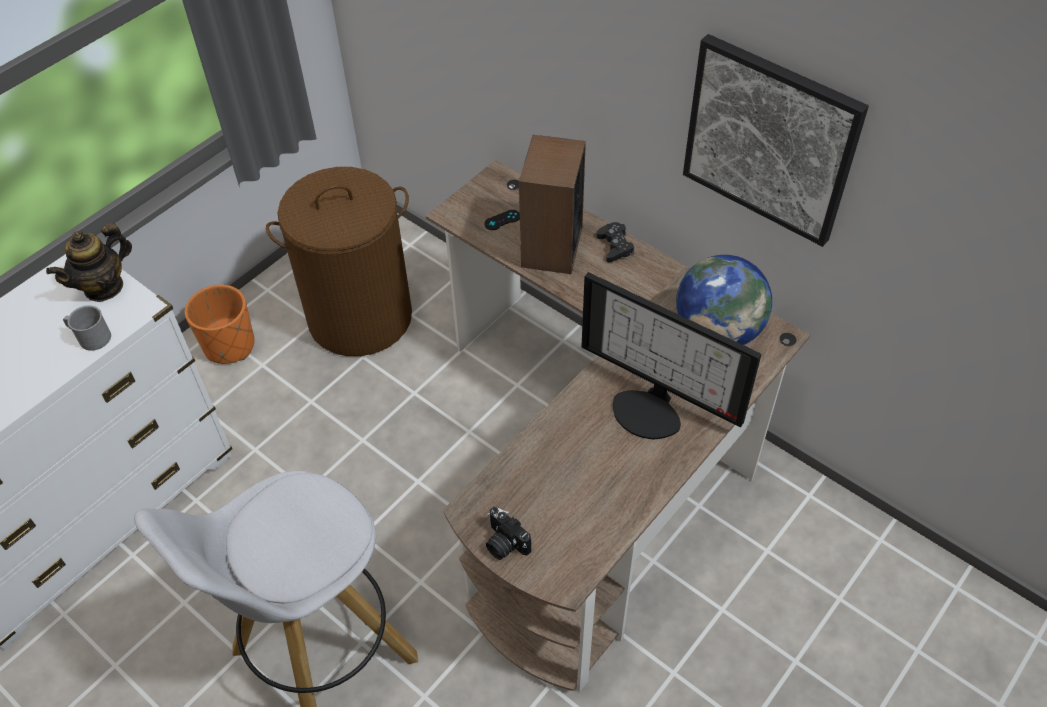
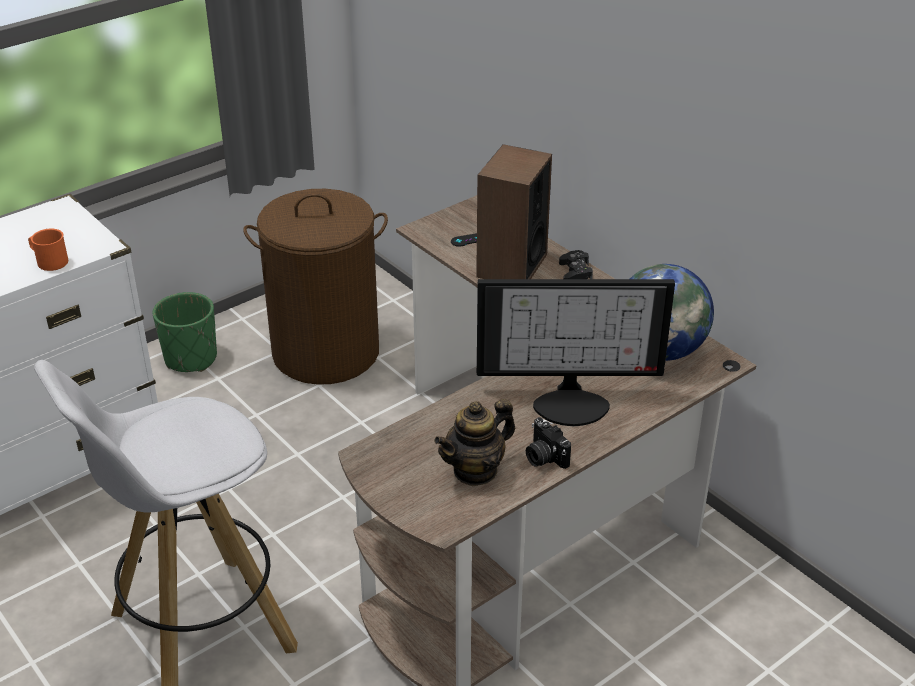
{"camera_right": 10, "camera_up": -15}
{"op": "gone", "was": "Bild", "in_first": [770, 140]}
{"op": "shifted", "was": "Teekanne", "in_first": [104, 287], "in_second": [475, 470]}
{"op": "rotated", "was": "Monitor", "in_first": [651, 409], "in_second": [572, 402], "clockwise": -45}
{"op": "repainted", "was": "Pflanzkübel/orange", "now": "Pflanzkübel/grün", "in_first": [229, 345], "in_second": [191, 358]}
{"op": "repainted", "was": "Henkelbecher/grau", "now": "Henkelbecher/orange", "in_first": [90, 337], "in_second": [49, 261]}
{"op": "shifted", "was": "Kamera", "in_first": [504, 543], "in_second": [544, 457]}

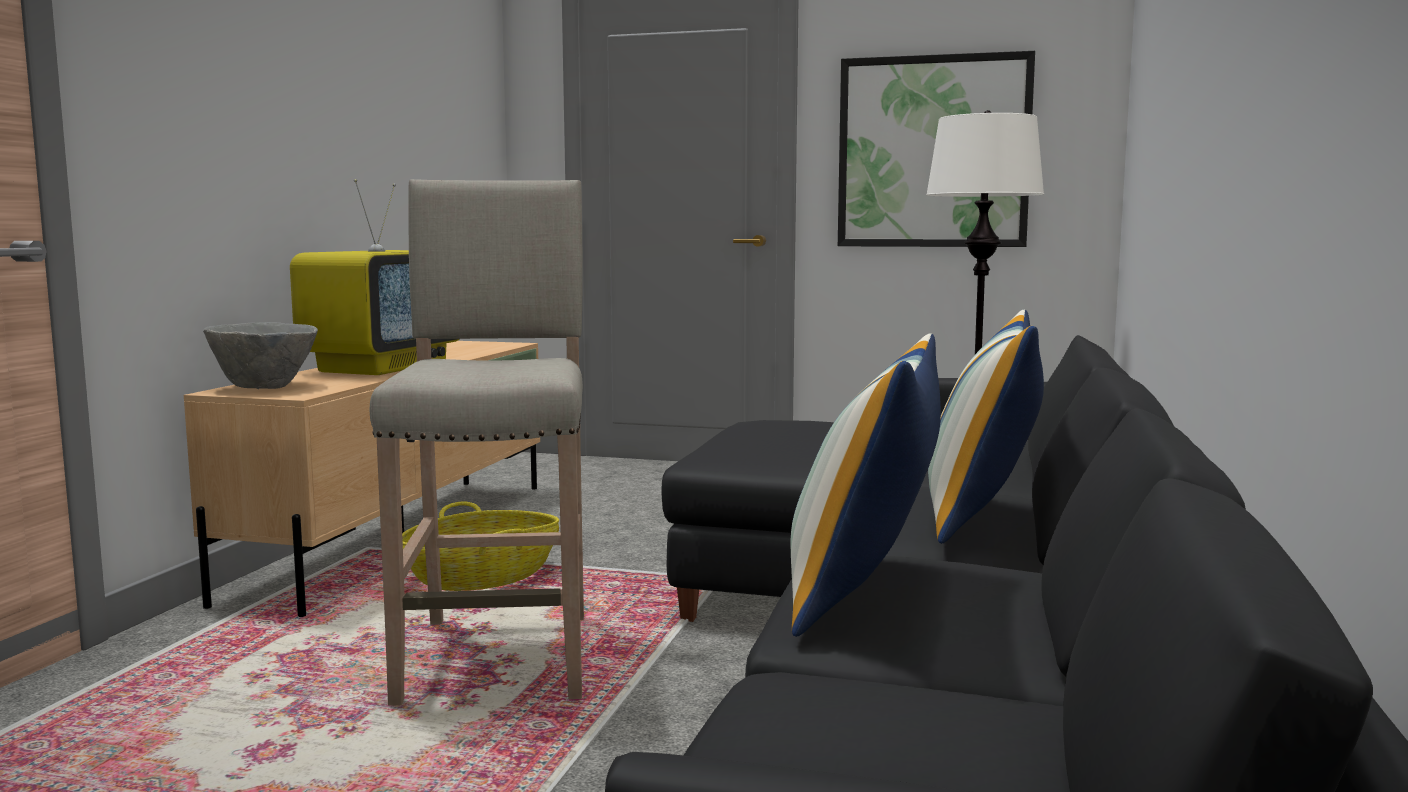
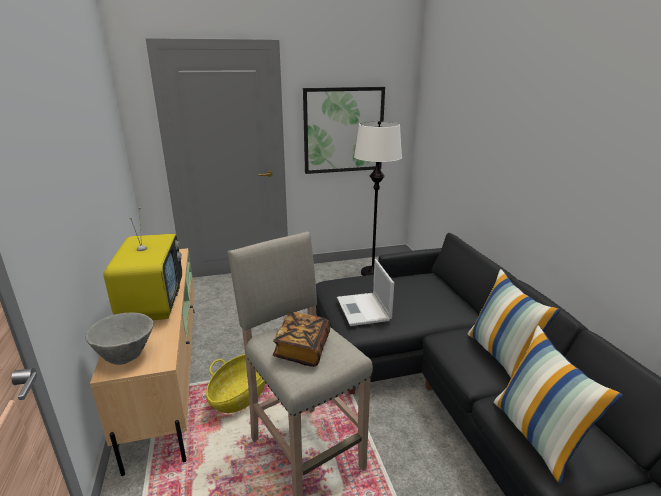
{"camera_right": -30, "camera_up": 15}
{"op": "new", "now": "Laptop", "in_second": [363, 310]}
{"op": "new", "now": "Buch", "in_second": [302, 349]}

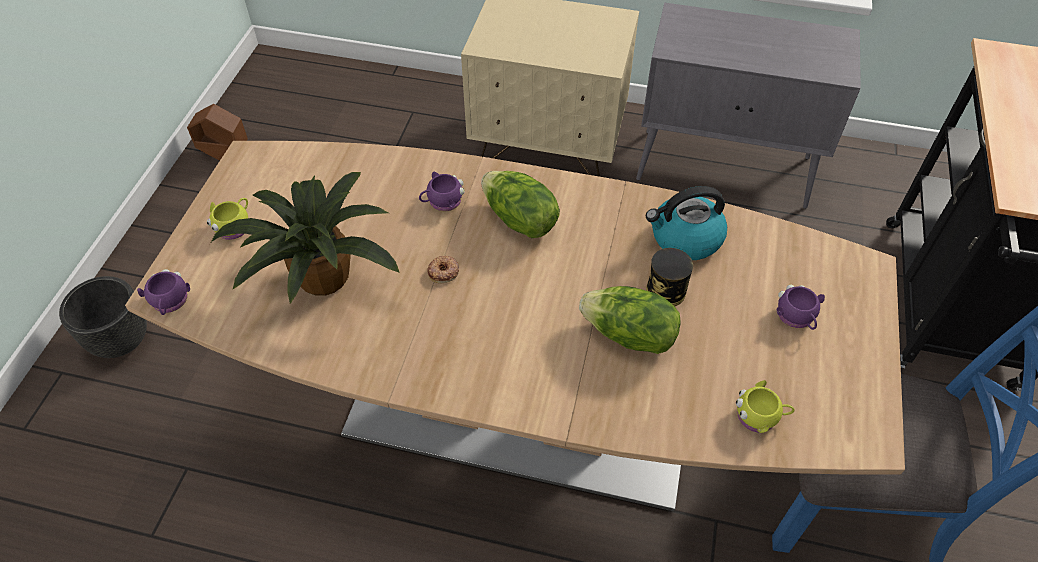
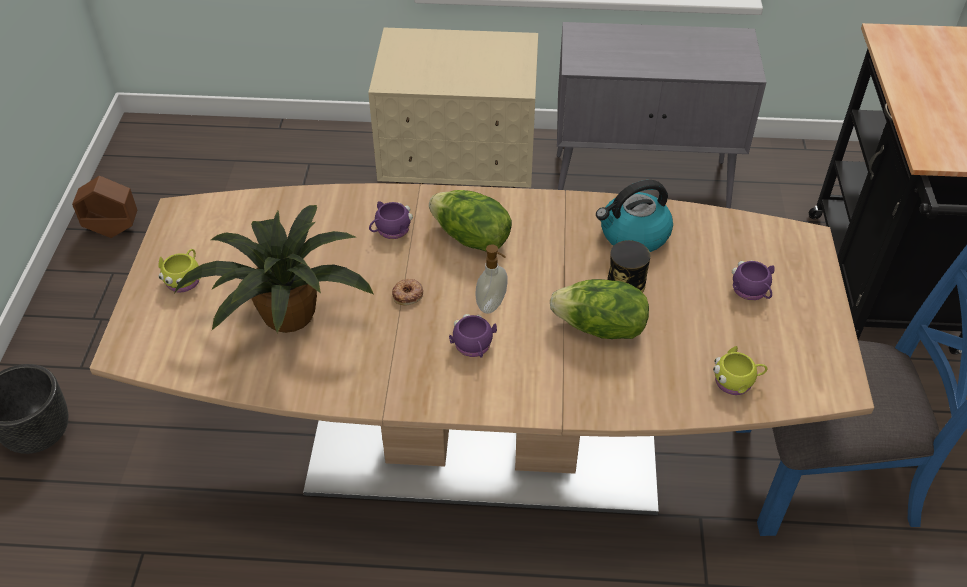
{"camera_right": -10, "camera_up": -5}
{"op": "shifted", "was": "Henkelbecher/lila", "in_first": [170, 302], "in_second": [473, 347]}
{"op": "new", "now": "Seifenspender", "in_second": [492, 305]}

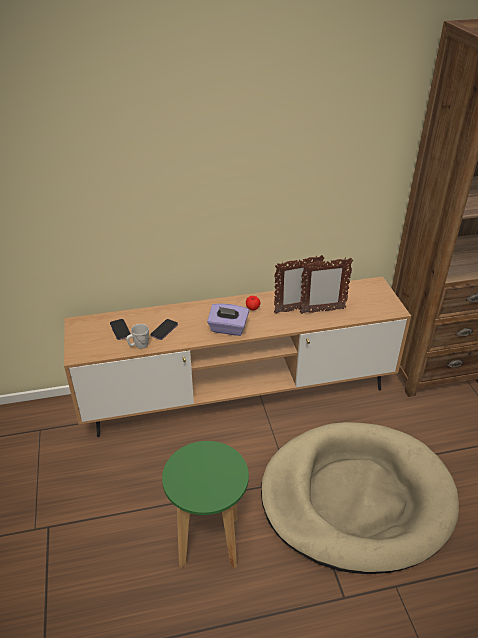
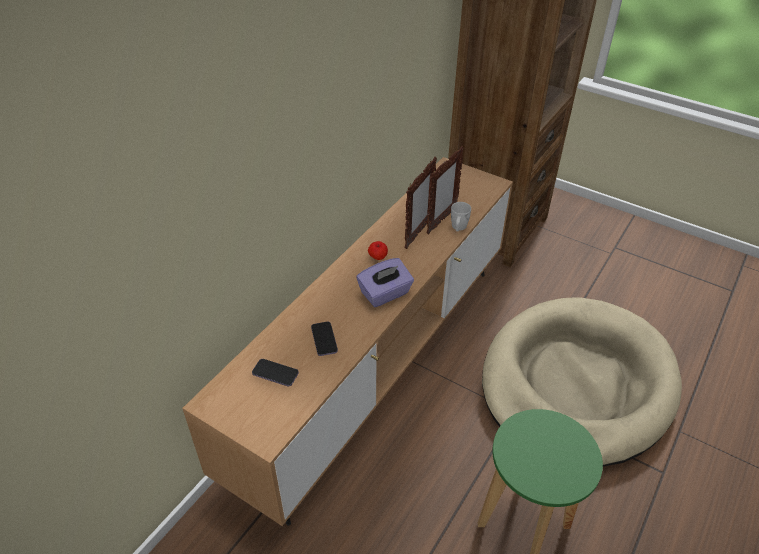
{"camera_right": -45, "camera_up": 5}
{"op": "shifted", "was": "Henkelbecher/weiß", "in_first": [139, 345], "in_second": [458, 228]}

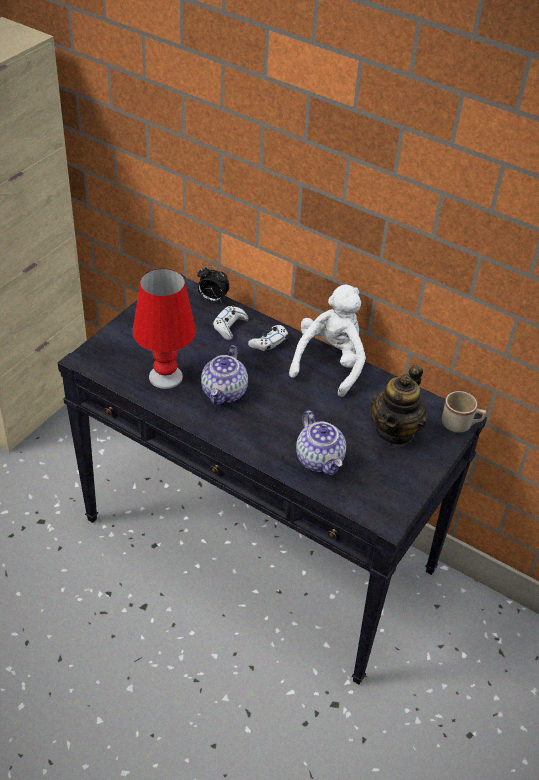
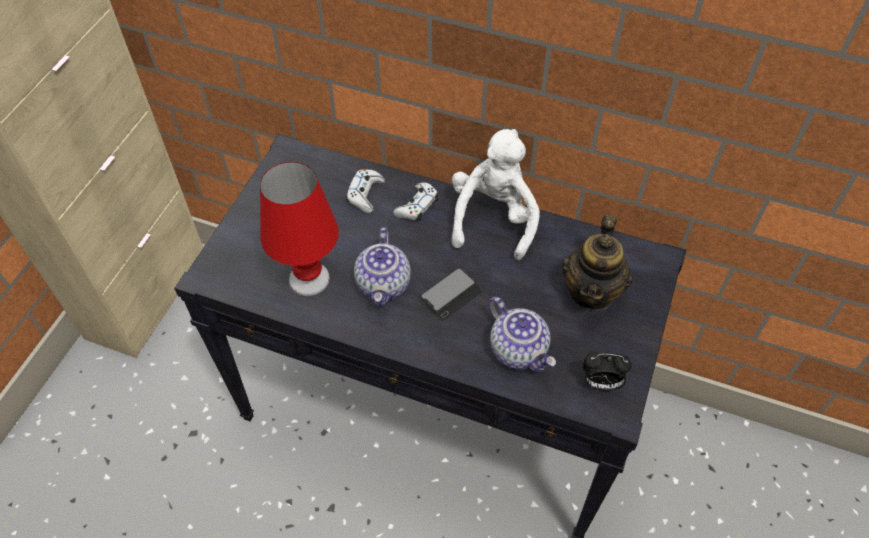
{"camera_right": -10, "camera_up": 10}
{"op": "shifted", "was": "Wecker", "in_first": [212, 299], "in_second": [601, 383]}
{"op": "gone", "was": "Henkelbecher/beige", "in_first": [460, 424]}
{"op": "new", "now": "Handy", "in_second": [451, 295]}

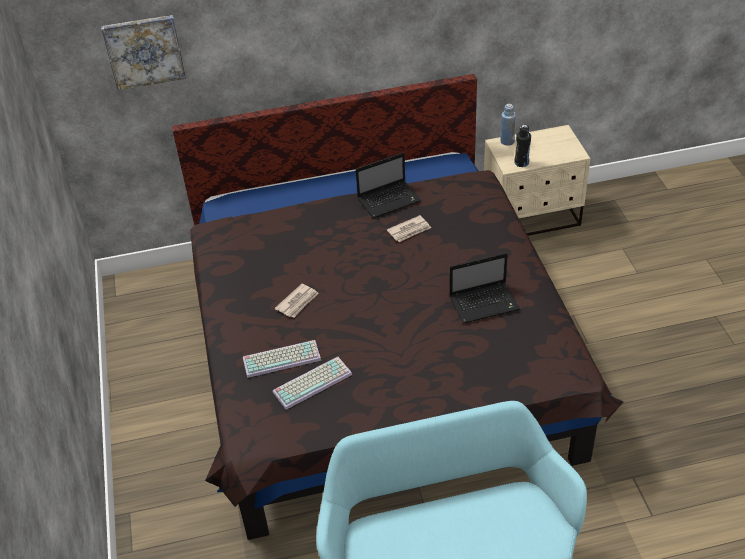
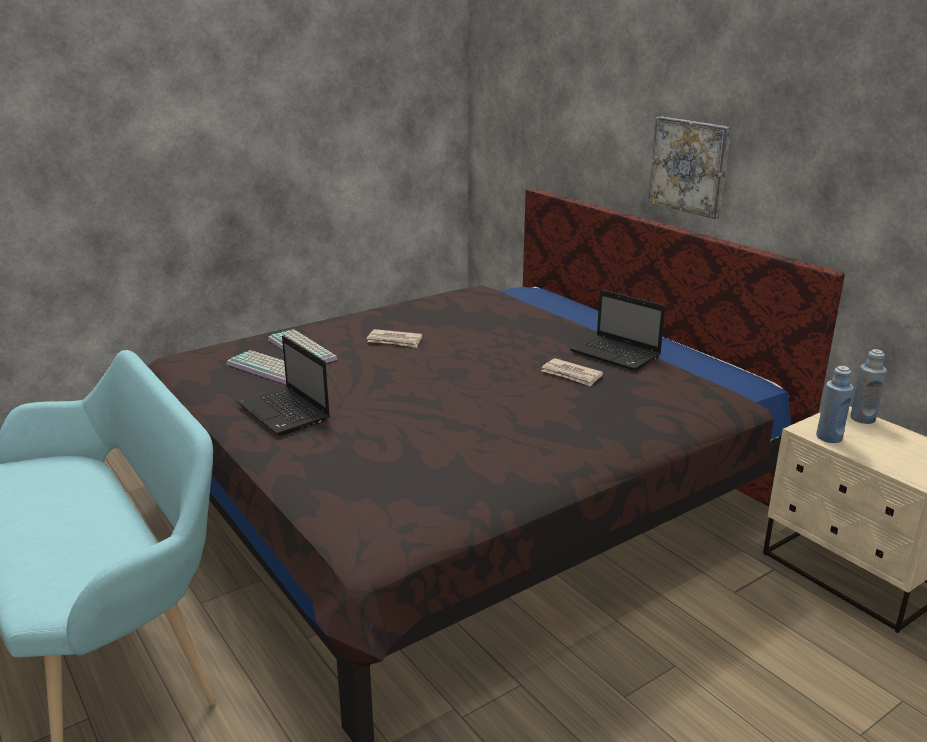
{"camera_right": 65, "camera_up": -20}
{"op": "shifted", "was": "Bild", "in_first": [144, 51], "in_second": [690, 166]}
{"op": "repainted", "was": "Flasche/schwarz", "now": "Flasche/blau", "in_first": [521, 163], "in_second": [829, 437]}
{"op": "shifted", "was": "Laptop", "in_first": [485, 303], "in_second": [285, 413]}

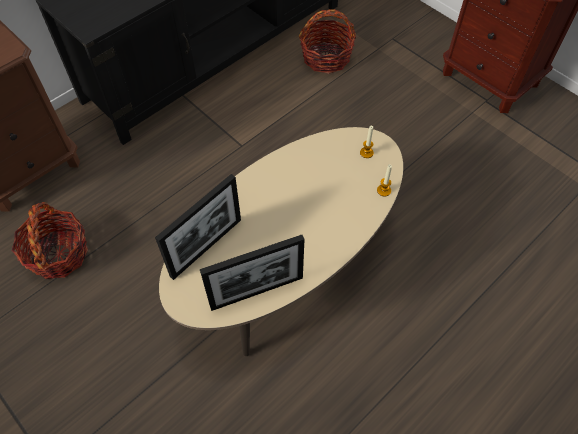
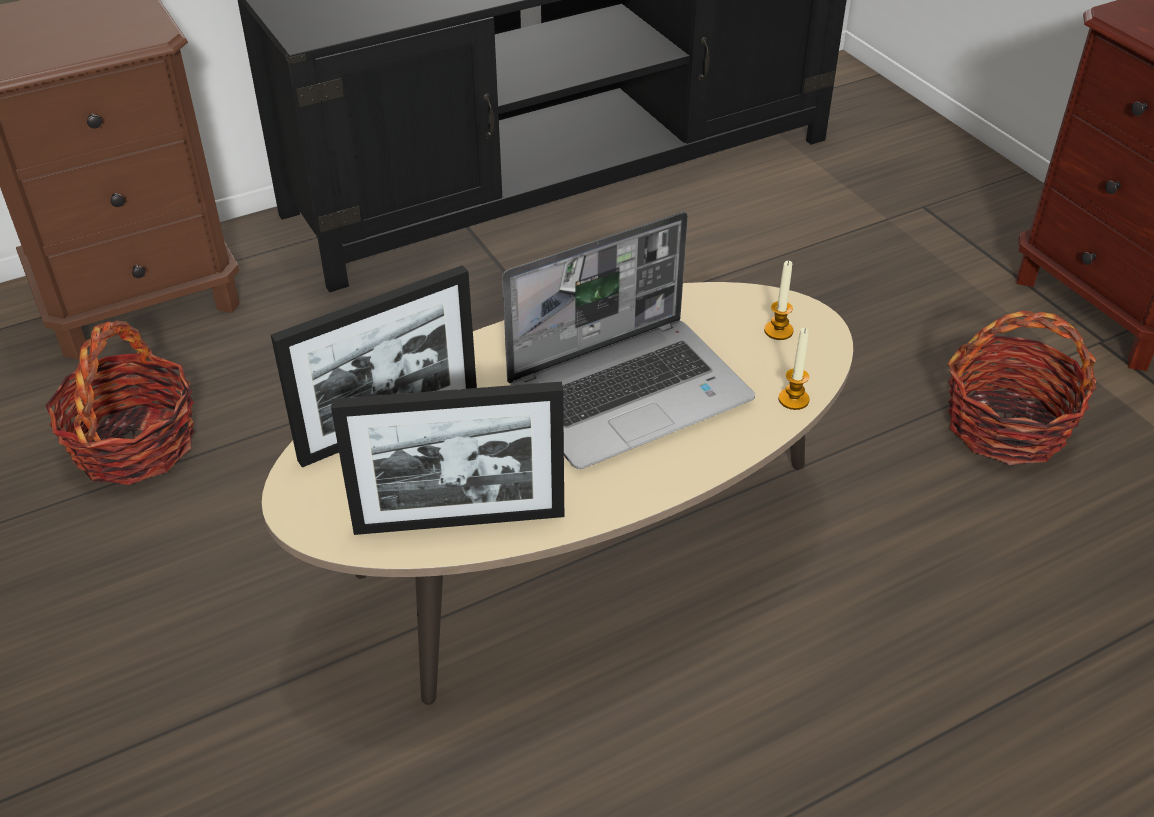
{"camera_right": 15, "camera_up": -15}
{"op": "shifted", "was": "Korb", "in_first": [326, 57], "in_second": [1006, 426]}
{"op": "new", "now": "Laptop", "in_second": [631, 393]}

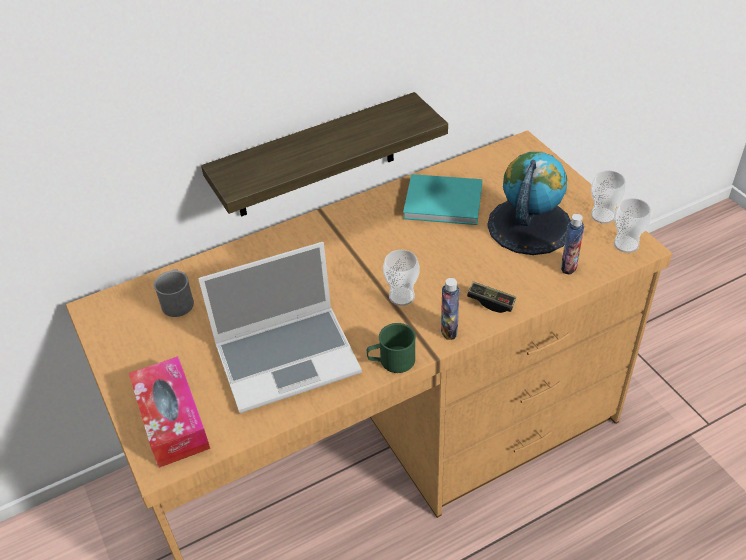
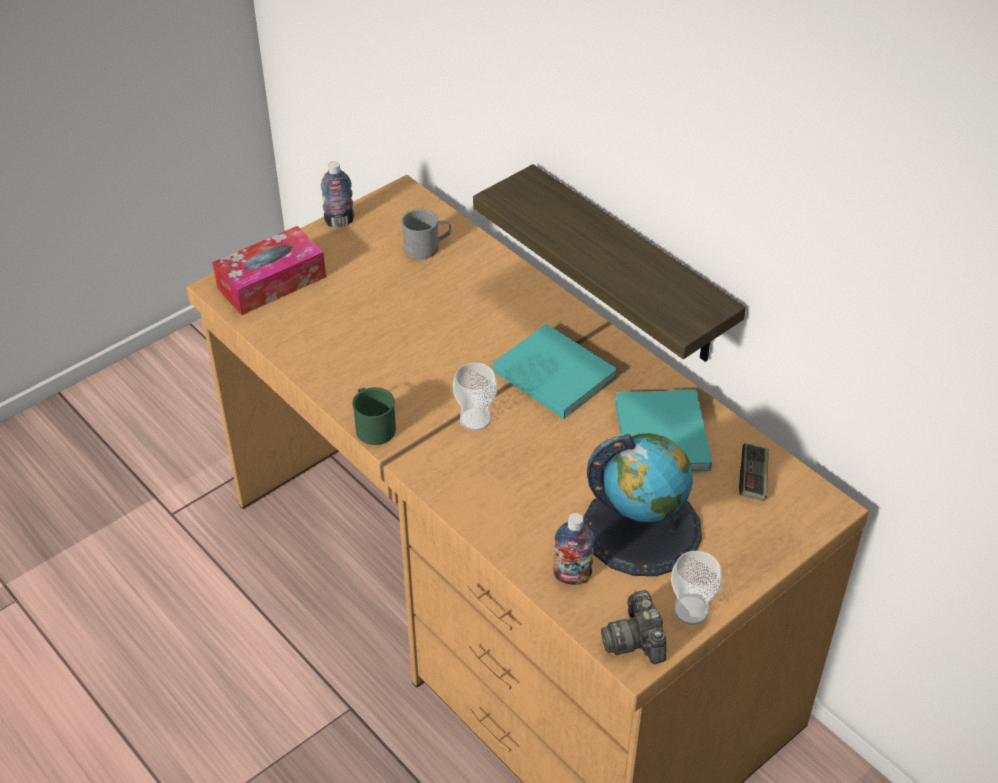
{"camera_right": 75, "camera_up": 0}
{"op": "swapped", "was": "Tasse", "now": "Kamera", "in_first": [626, 244], "in_second": [635, 640]}
{"op": "gone", "was": "Laptop", "in_first": [288, 358]}
{"op": "shifted", "was": "Flasche", "in_first": [449, 330], "in_second": [339, 222]}
{"op": "shifted", "was": "Gamepad", "in_first": [491, 302], "in_second": [753, 479]}
{"op": "new", "now": "Buch/türkis", "in_second": [552, 372]}

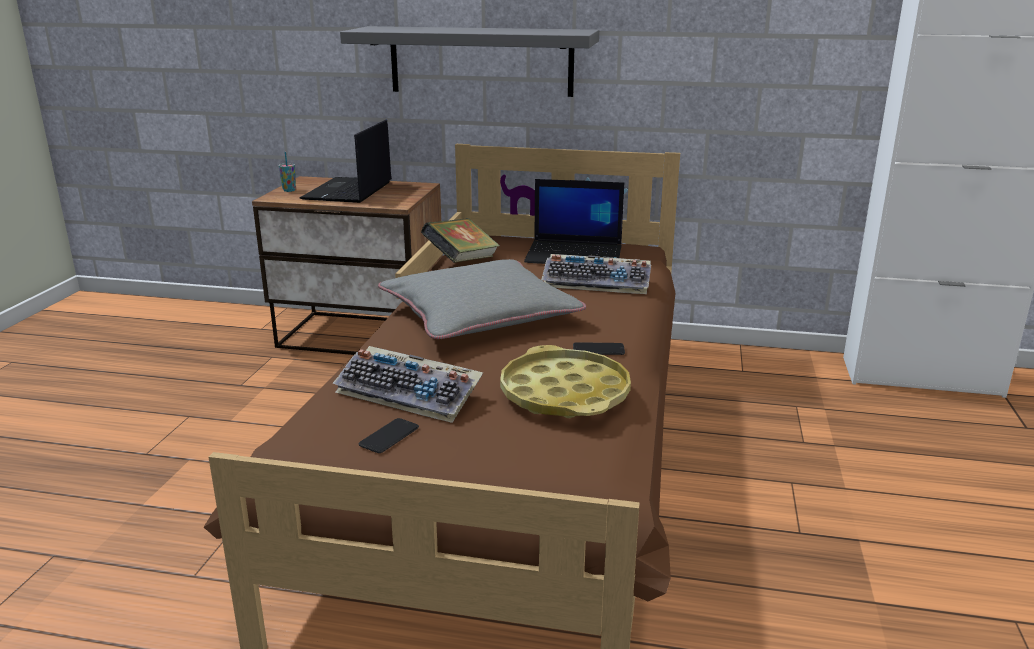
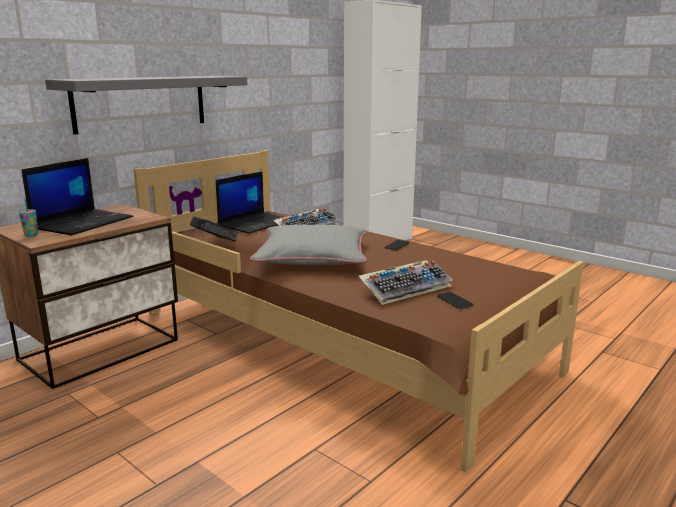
{"camera_right": -60, "camera_up": -5}
{"op": "rotated", "was": "Laptop", "in_first": [348, 191], "in_second": [83, 222], "clockwise": -105}
{"op": "gone", "was": "Tablett/gelb", "in_first": [565, 394]}

